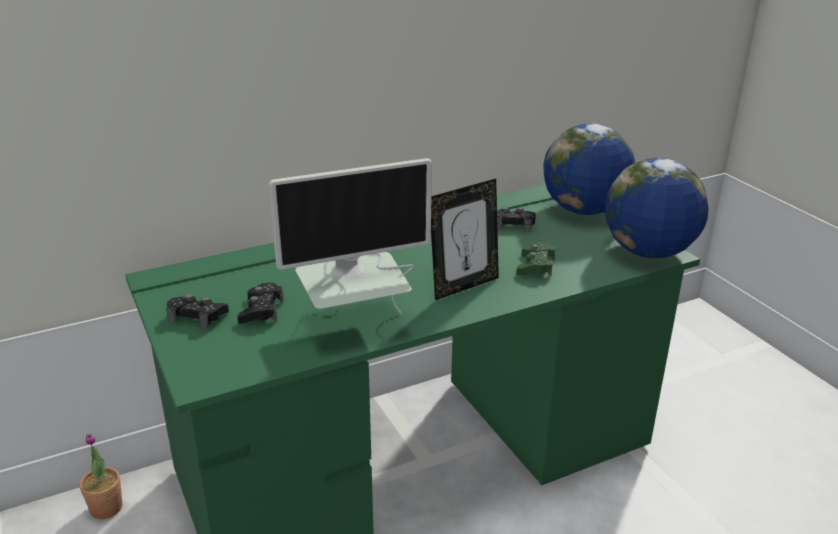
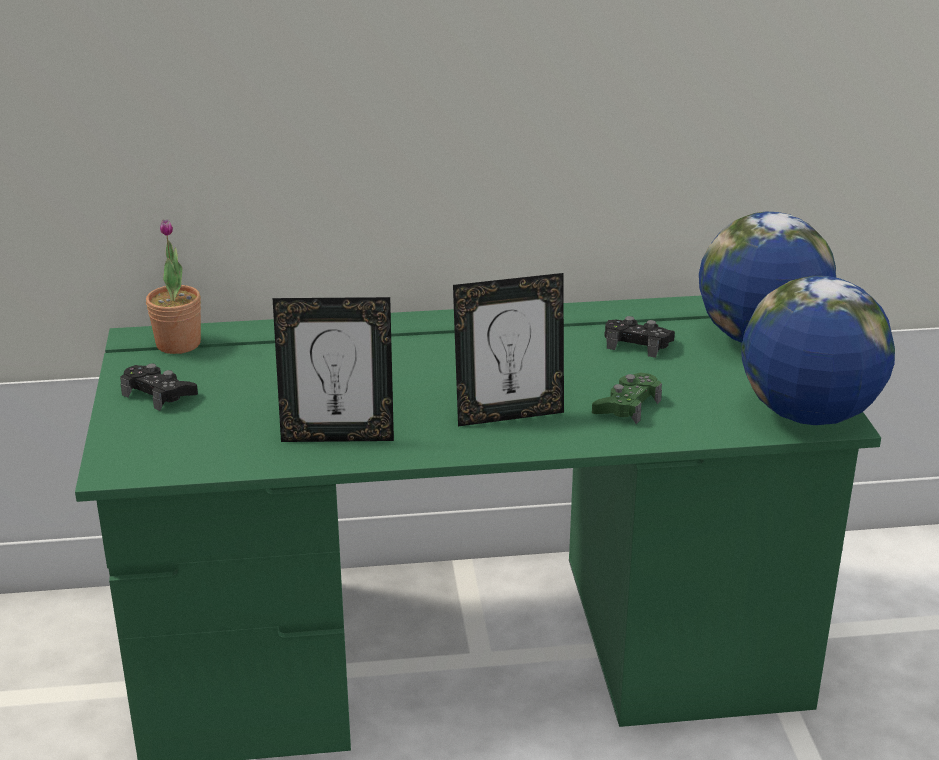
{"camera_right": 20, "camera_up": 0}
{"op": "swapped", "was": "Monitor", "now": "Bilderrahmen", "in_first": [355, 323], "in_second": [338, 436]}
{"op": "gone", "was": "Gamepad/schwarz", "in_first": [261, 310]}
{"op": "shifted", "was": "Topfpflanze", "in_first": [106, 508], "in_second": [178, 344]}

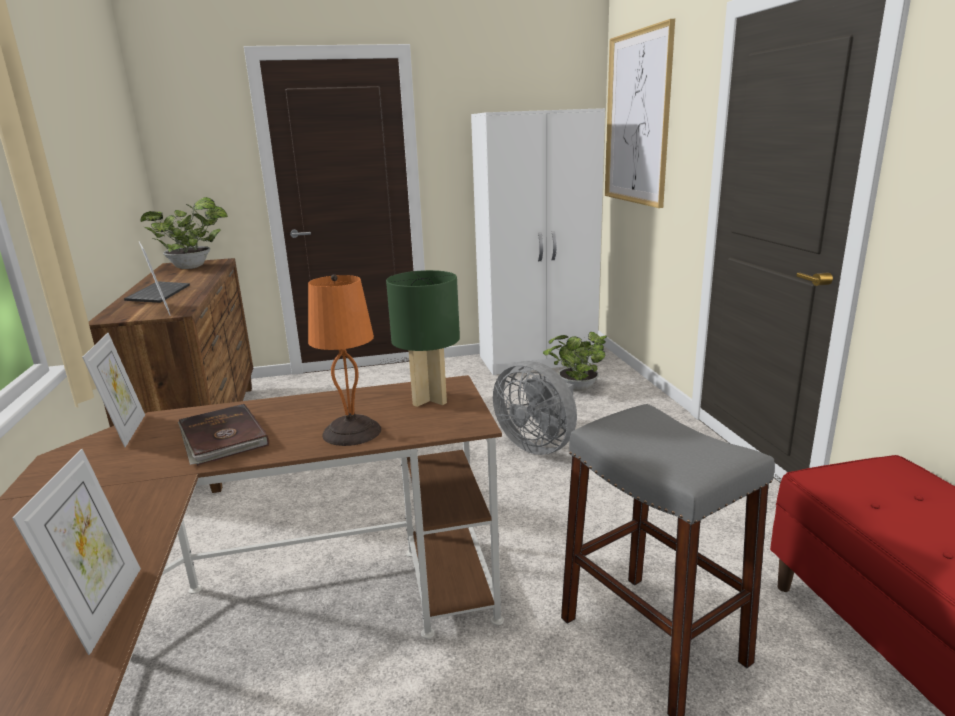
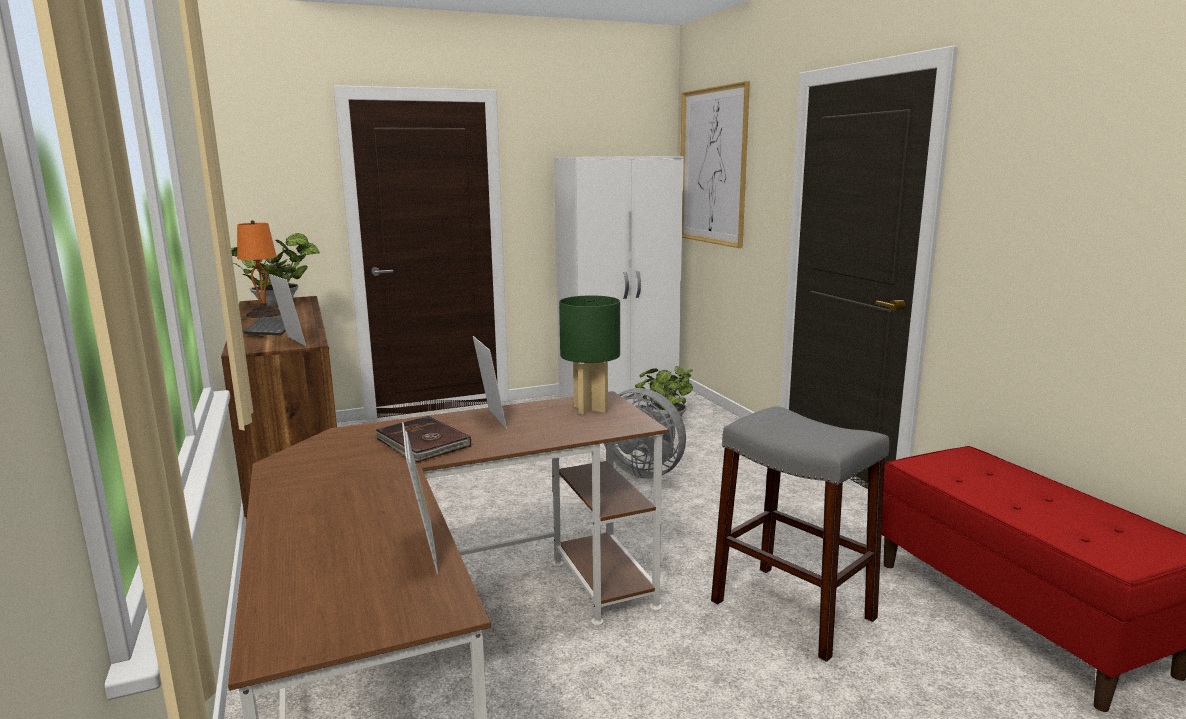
{"camera_right": -10, "camera_up": -5}
{"op": "shifted", "was": "Tischlampe/orange", "in_first": [353, 432], "in_second": [265, 314]}
{"op": "shifted", "was": "Bilderrahmen", "in_first": [127, 431], "in_second": [491, 419]}

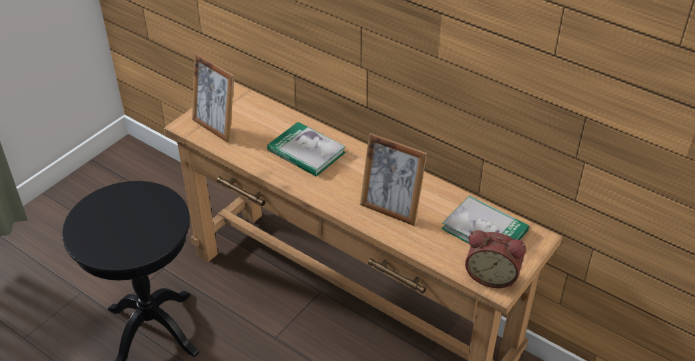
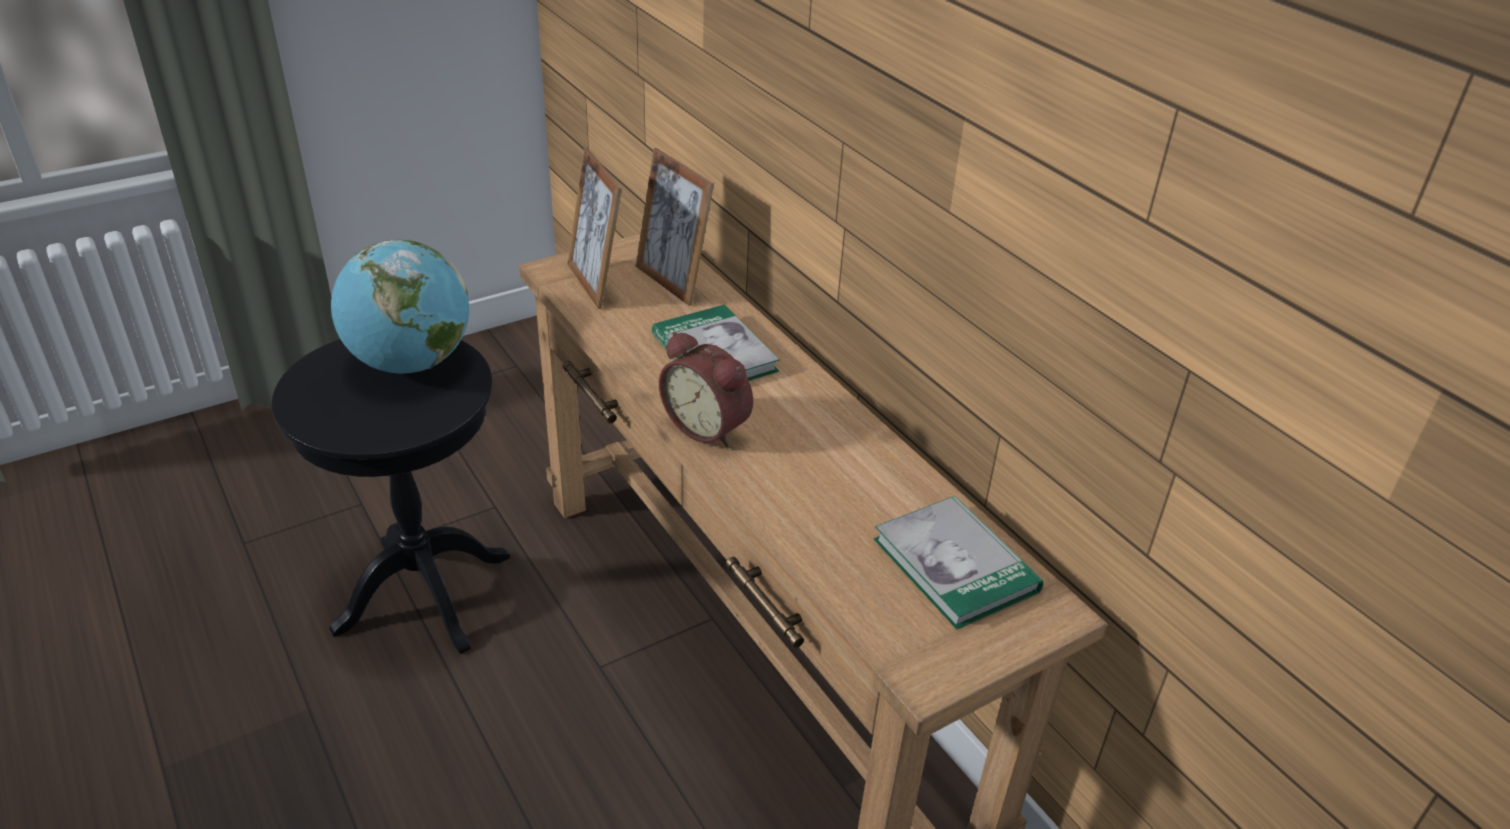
{"camera_right": 20, "camera_up": -5}
{"op": "shifted", "was": "Bilderrahmen", "in_first": [390, 209], "in_second": [673, 281]}
{"op": "shifted", "was": "Wecker", "in_first": [492, 275], "in_second": [709, 426]}
{"op": "new", "now": "Globus", "in_second": [410, 363]}

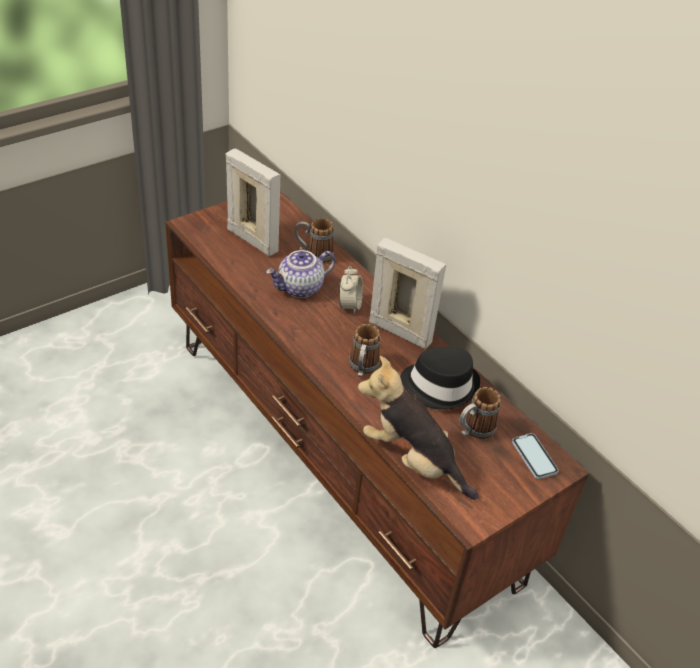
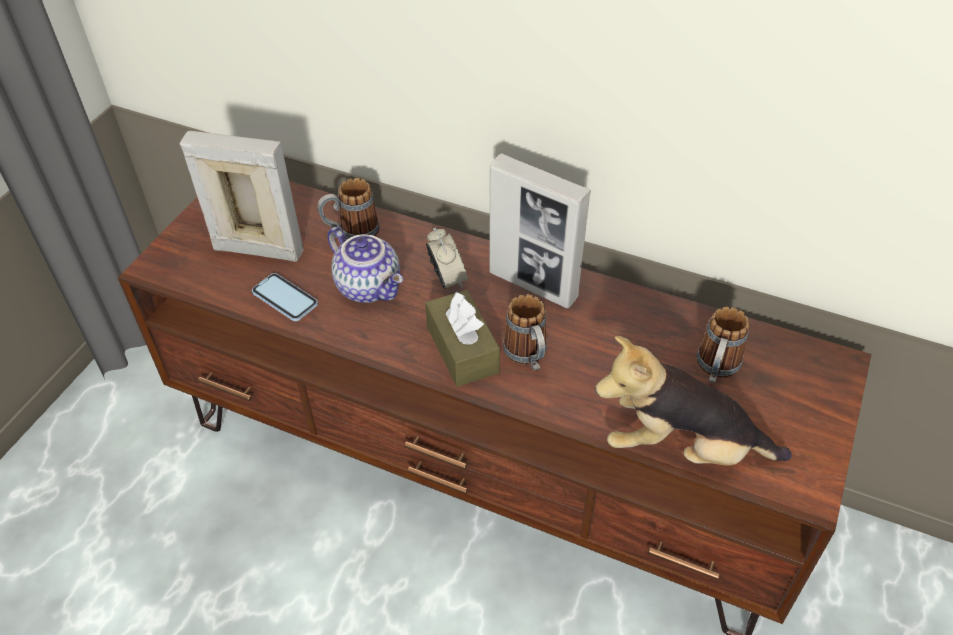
{"camera_right": -25, "camera_up": 5}
{"op": "rotated", "was": "Bilderrahmen", "in_first": [399, 332], "in_second": [533, 285], "clockwise": -150}
{"op": "rotated", "was": "Teekanne", "in_first": [300, 289], "in_second": [370, 287], "clockwise": -75}
{"op": "gone", "was": "Hut/schwarz", "in_first": [440, 385]}
{"op": "shifted", "was": "Handy", "in_first": [534, 457], "in_second": [285, 298]}
{"op": "new", "now": "Taschentuchbox/braun", "in_second": [462, 349]}

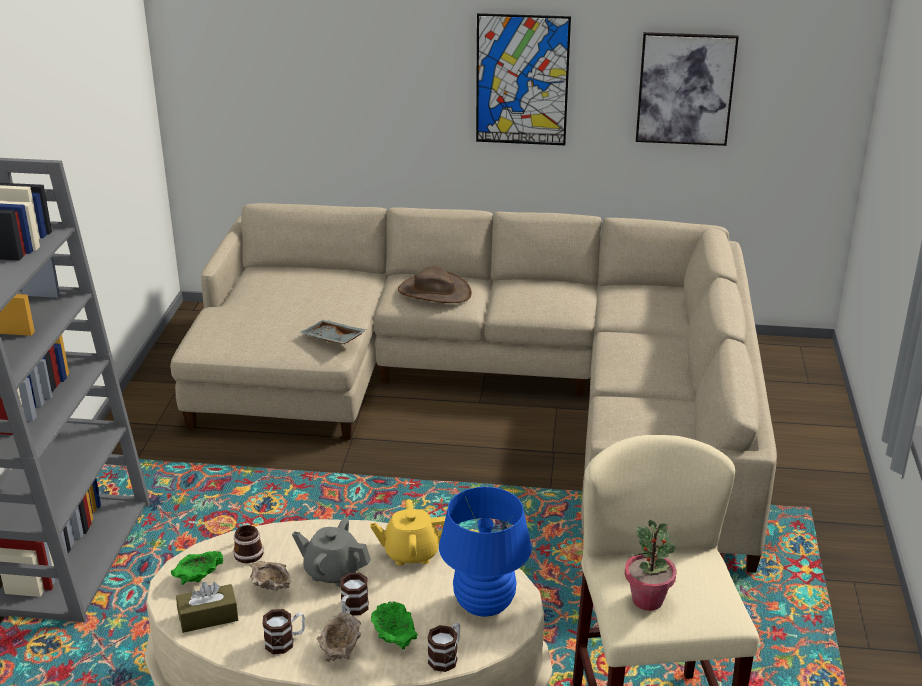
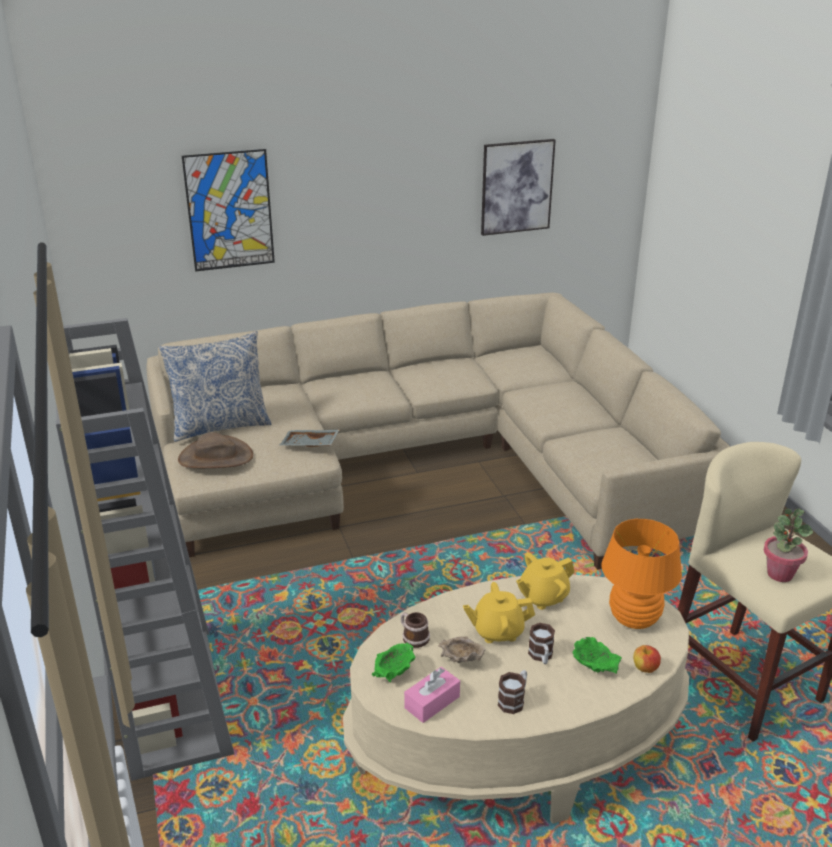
{"camera_right": -25, "camera_up": 0}
{"op": "shifted", "was": "Bild", "in_first": [522, 80], "in_second": [229, 210]}
{"op": "shifted", "was": "Hut/braun", "in_first": [434, 292], "in_second": [215, 457]}
{"op": "repainted", "was": "Tischlampe/blau", "now": "Tischlampe/orange", "in_first": [484, 605], "in_second": [634, 619]}
{"op": "repainted", "was": "Teekanne/grau", "now": "Teekanne/gelb", "in_first": [333, 572], "in_second": [497, 631]}
{"op": "repainted", "was": "Taschentuchbox/braun", "now": "Taschentuchbox/rosa", "in_first": [208, 617], "in_second": [432, 702]}
{"op": "gone", "was": "Schüssel/beige", "in_first": [339, 651]}
{"op": "swapped", "was": "Henkelbecher", "now": "Apfel", "in_first": [446, 656], "in_second": [645, 668]}
{"op": "new", "now": "Kissen", "in_second": [220, 425]}

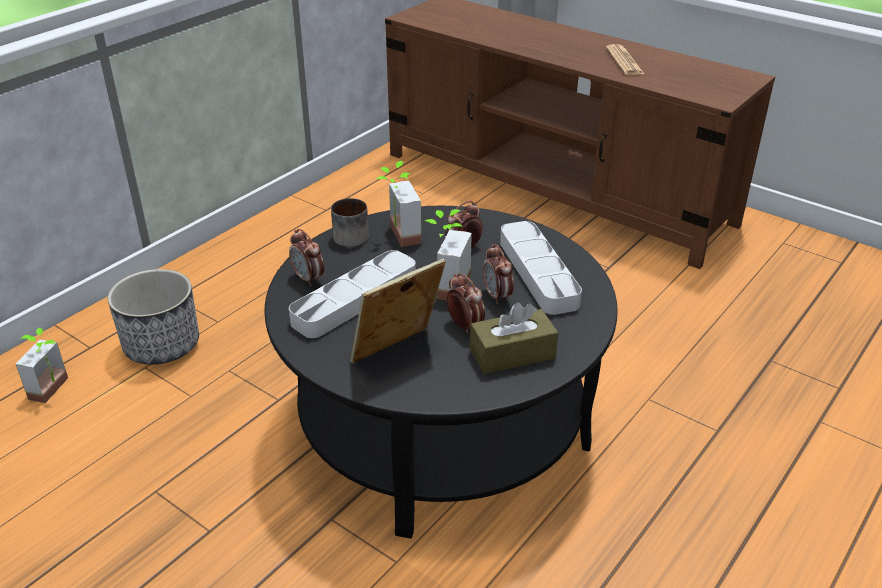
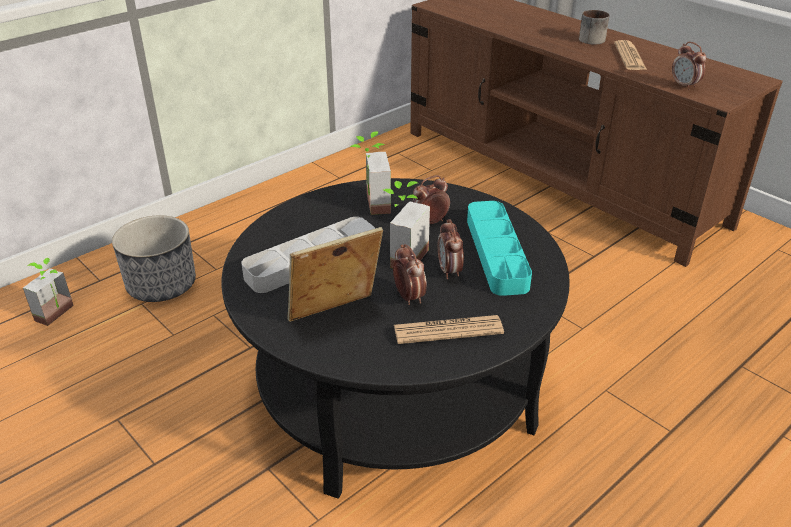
{"camera_right": 10, "camera_up": 0}
{"op": "shifted", "was": "Henkelbecher", "in_first": [351, 234], "in_second": [591, 38]}
{"op": "repainted", "was": "Tablett/grau", "now": "Tablett/türkis", "in_first": [538, 272], "in_second": [496, 252]}
{"op": "shifted", "was": "Wecker", "in_first": [308, 279], "in_second": [684, 86]}
{"op": "swapped", "was": "Taschentuchbox/braun", "now": "Zeitung", "in_first": [512, 354], "in_second": [448, 330]}

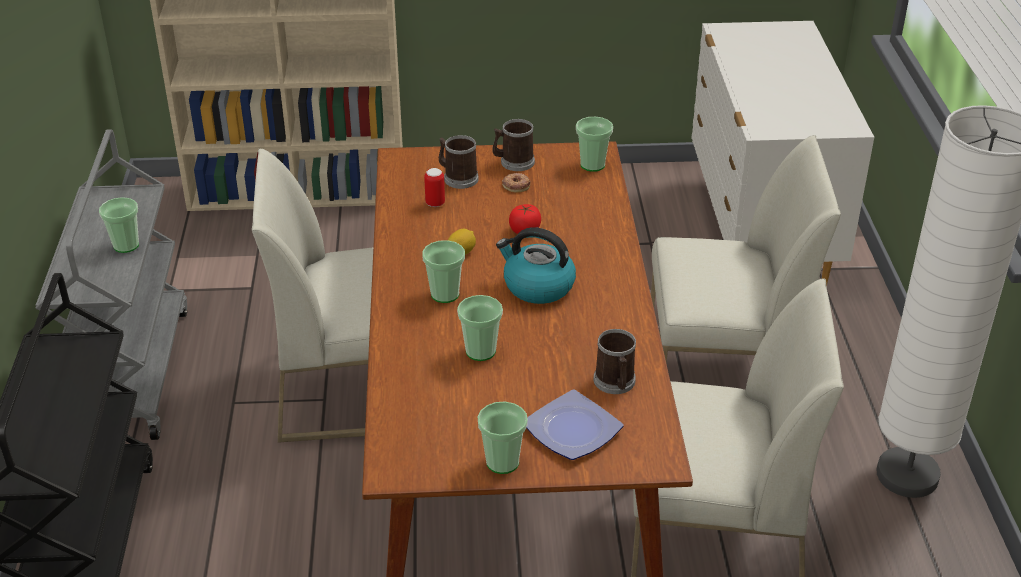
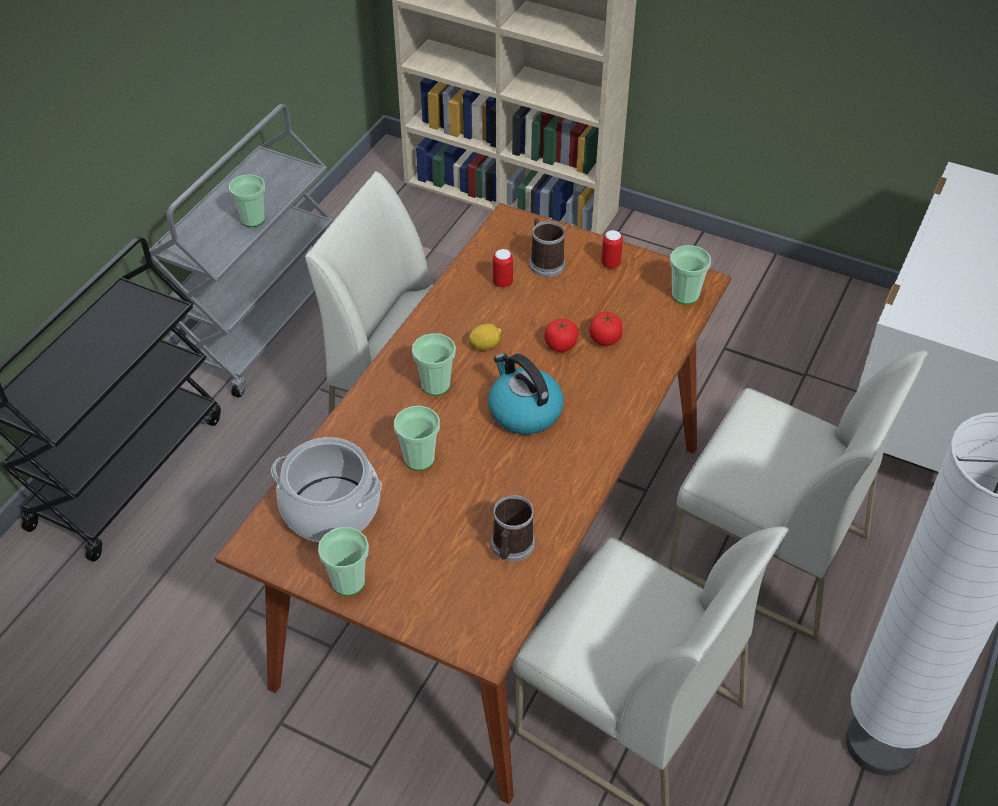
{"camera_right": 30, "camera_up": 10}
{"op": "swapped", "was": "Henkelbecher", "now": "Dose", "in_first": [513, 162], "in_second": [610, 264]}
{"op": "gone", "was": "Donut", "in_first": [516, 185]}
{"op": "gone", "was": "Teller", "in_first": [570, 430]}
{"op": "new", "now": "Tomate", "in_second": [605, 339]}
{"op": "new", "now": "Kochtopf", "in_second": [331, 509]}

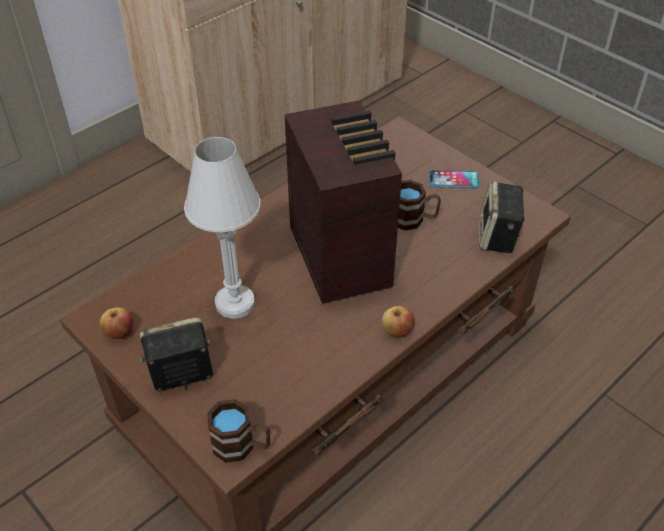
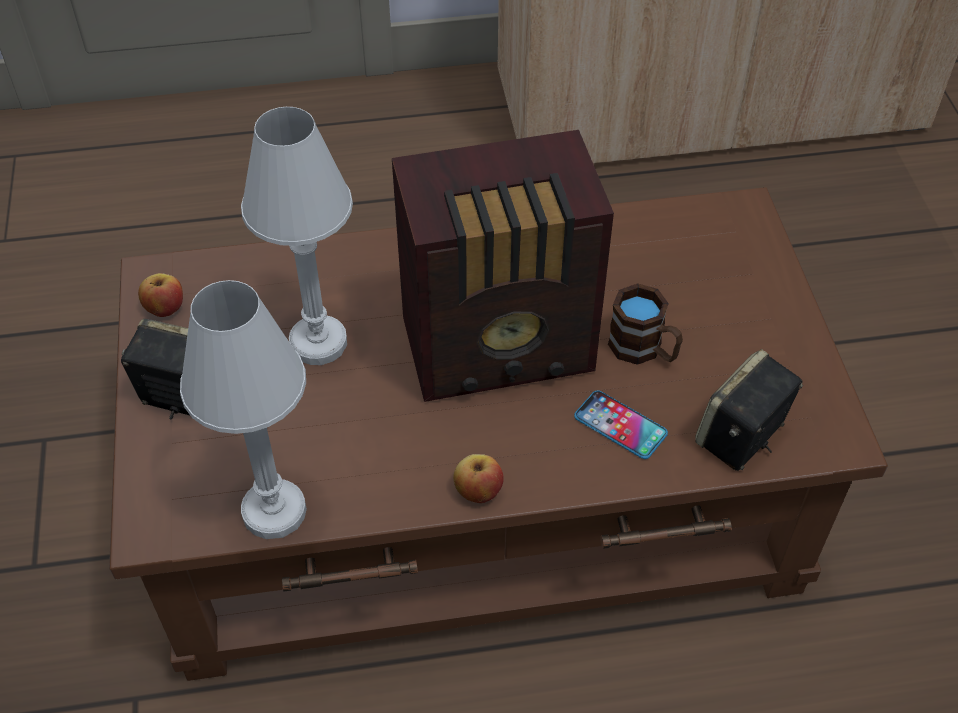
{"camera_right": 35, "camera_up": 5}
{"op": "rotated", "was": "Radio", "in_first": [341, 254], "in_second": [502, 348], "clockwise": 60}
{"op": "shifted", "was": "Handy", "in_first": [453, 180], "in_second": [620, 425]}
{"op": "gone", "was": "Henkelbecher/braun", "in_first": [242, 446]}
{"op": "new", "now": "Tischlampe/weiß", "in_second": [274, 511]}

